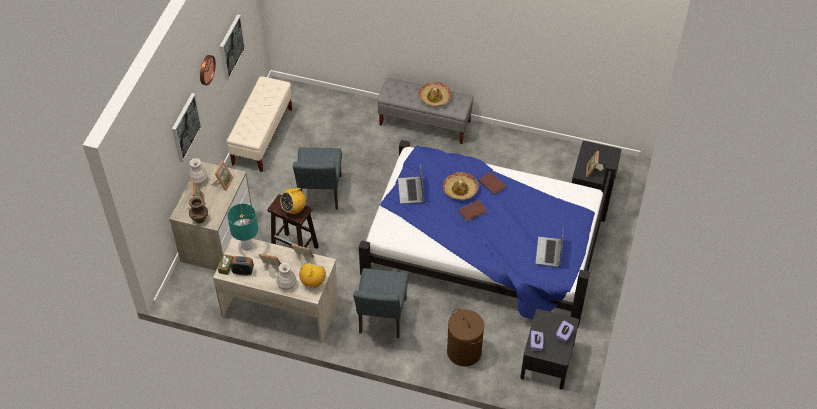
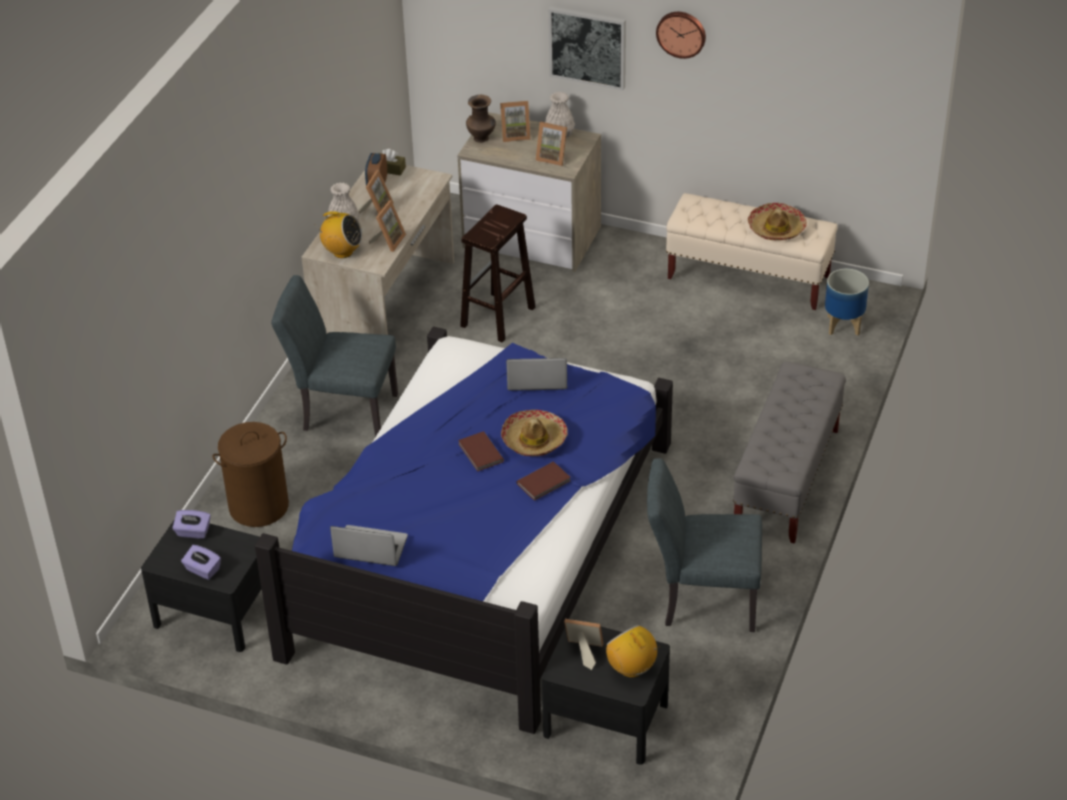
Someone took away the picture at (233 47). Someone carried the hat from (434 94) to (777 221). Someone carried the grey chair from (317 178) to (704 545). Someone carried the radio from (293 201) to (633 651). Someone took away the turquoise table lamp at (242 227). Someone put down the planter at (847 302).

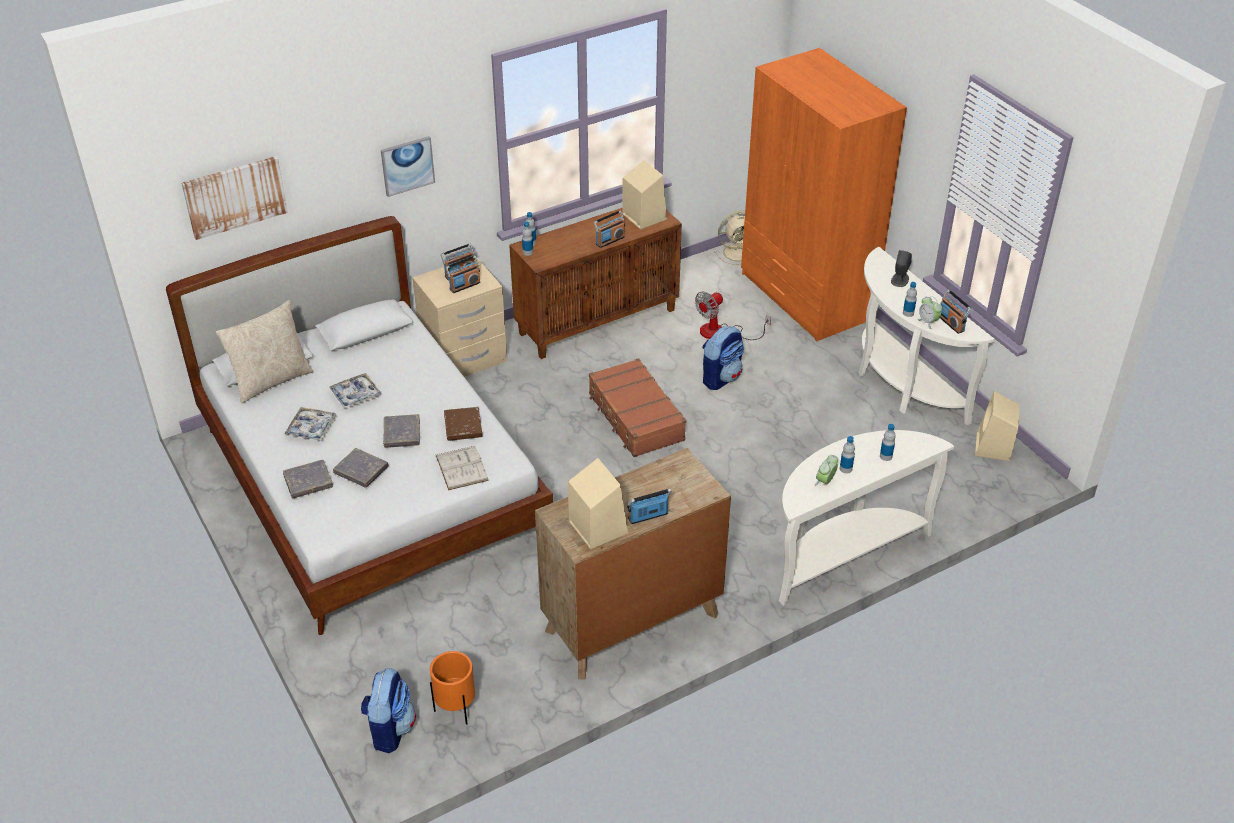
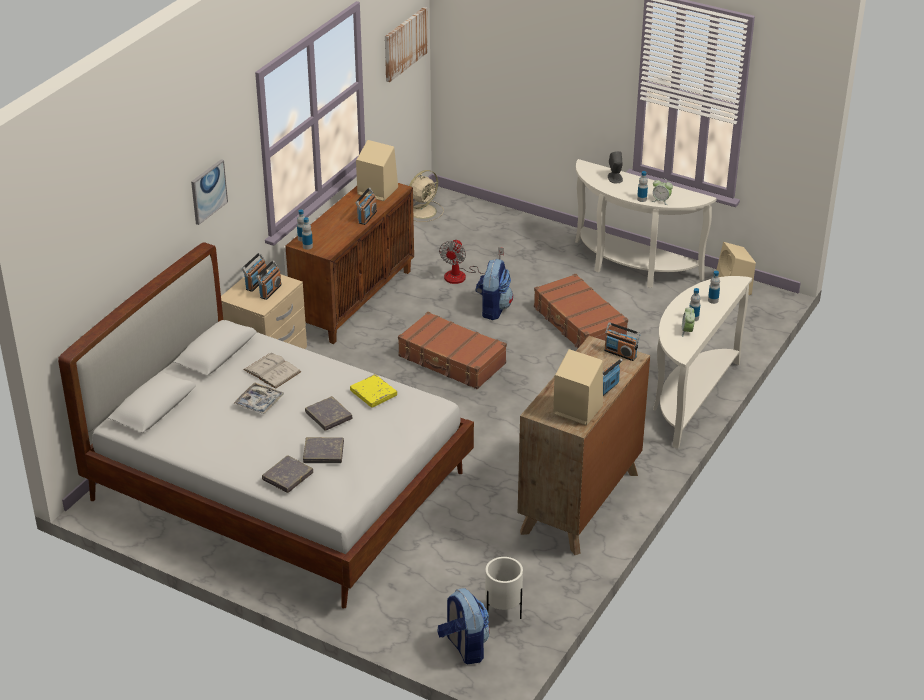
Someone took away the orange wardrobe at (824 195). Someone carried the picture from (234 198) to (406 44). Someone carried the radio from (956 312) to (622 341). Someone took away the beige pillow at (265 351). Someone took away the tray at (311 424). Someone repainted the brown book at (463 424), which became the yellow book at (373 391). Someone carried the white book from (462 468) to (272 371). Someone repainted the orange planter at (452 688), which became the white planter at (504 588). Someone put down the brown suitcase at (581 311).

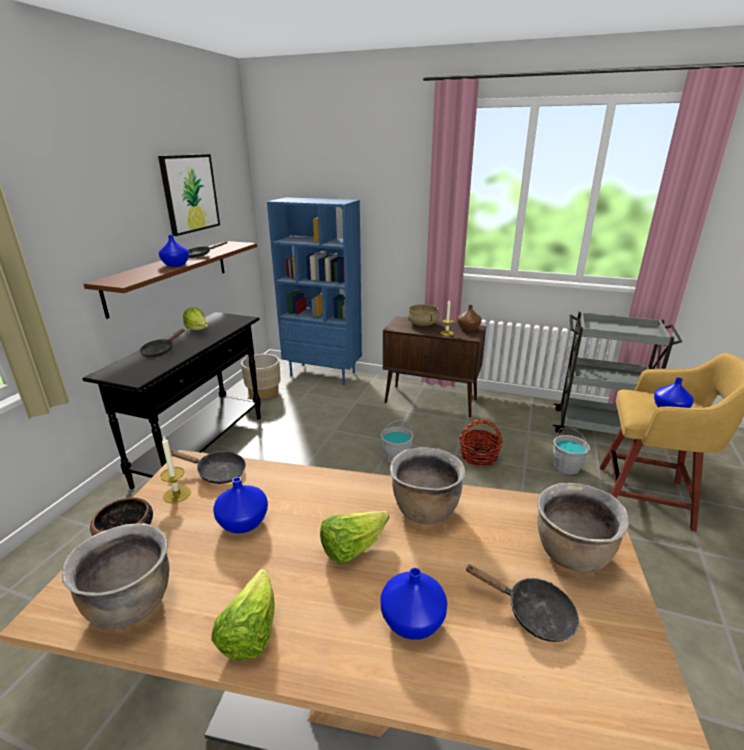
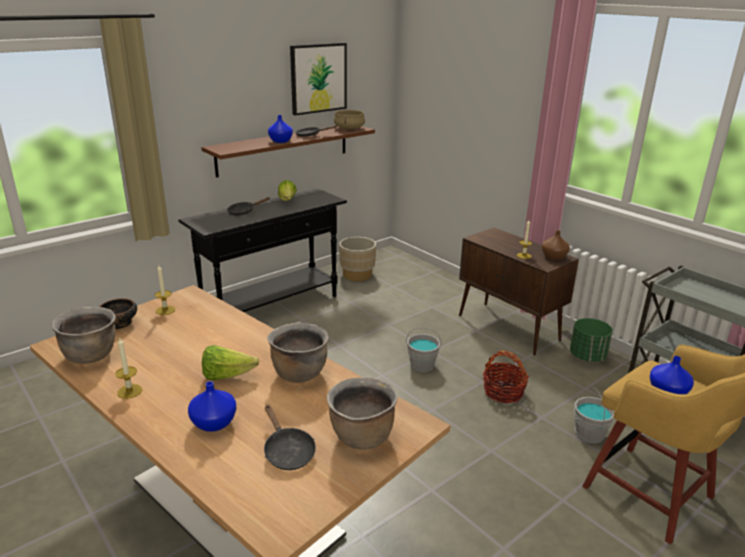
Someone took away the blue bookcase at (314 291). Someone carried the beige cooking pot from (423 315) to (349 120). Someone took away the black frying pan at (208 467). Someone took away the blue vase at (240 505). Someone swapped the lettuce at (243 614) for the candle at (128 368). Someone put down the green planter at (591 340).

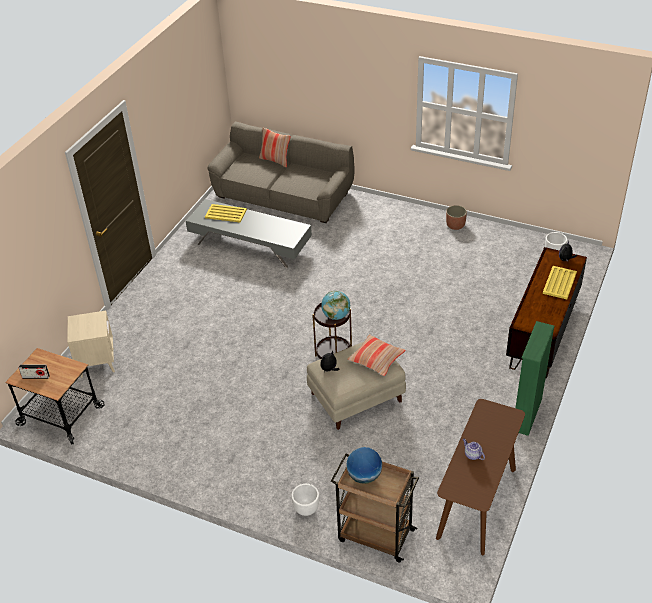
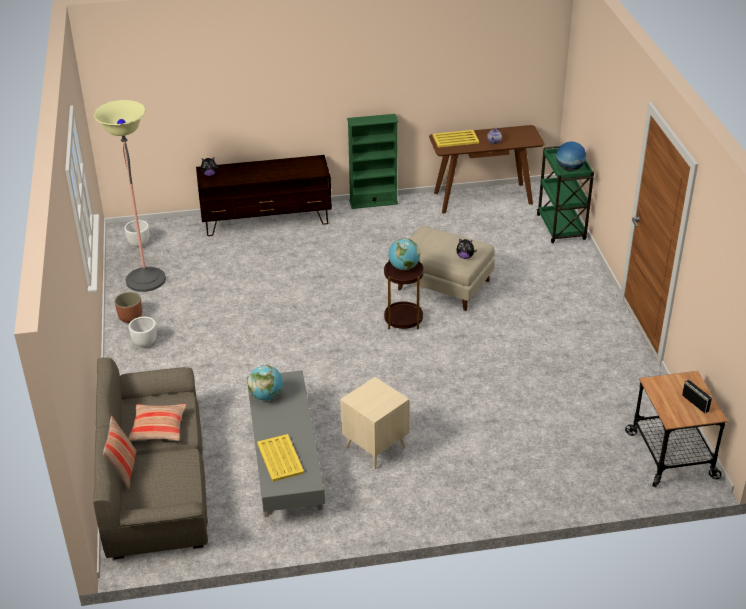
Someone carried the yellow tray from (560 282) to (456 139). Someone carried the beige side table from (91 344) to (374 423). Someone carried the pillow from (376 355) to (157 422). Someone repainted the brown cart at (375 508), which became the green cart at (565 194). Someone carried the white planter from (305 500) to (143 332). Someone put down the floor lamp at (129 196). Someone put down the globe at (265 383).

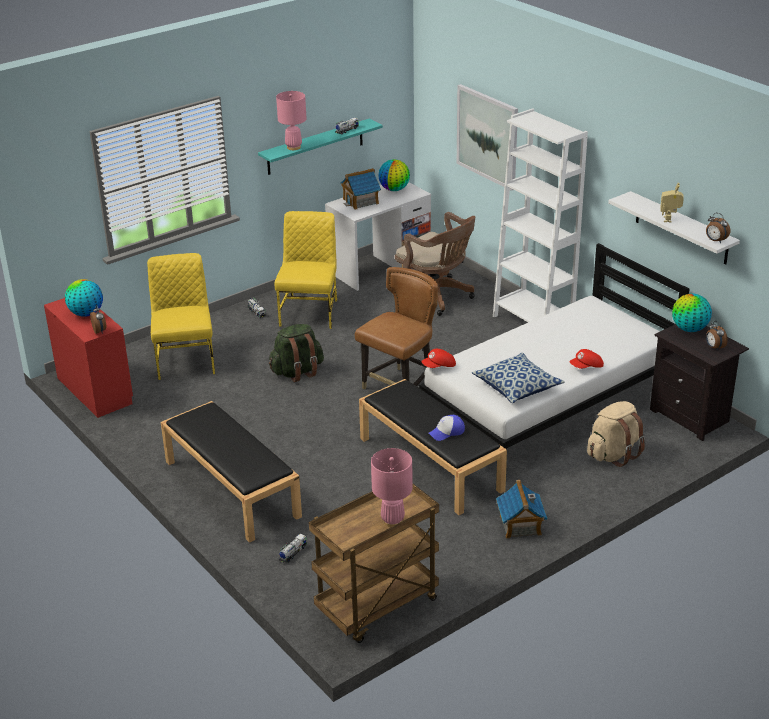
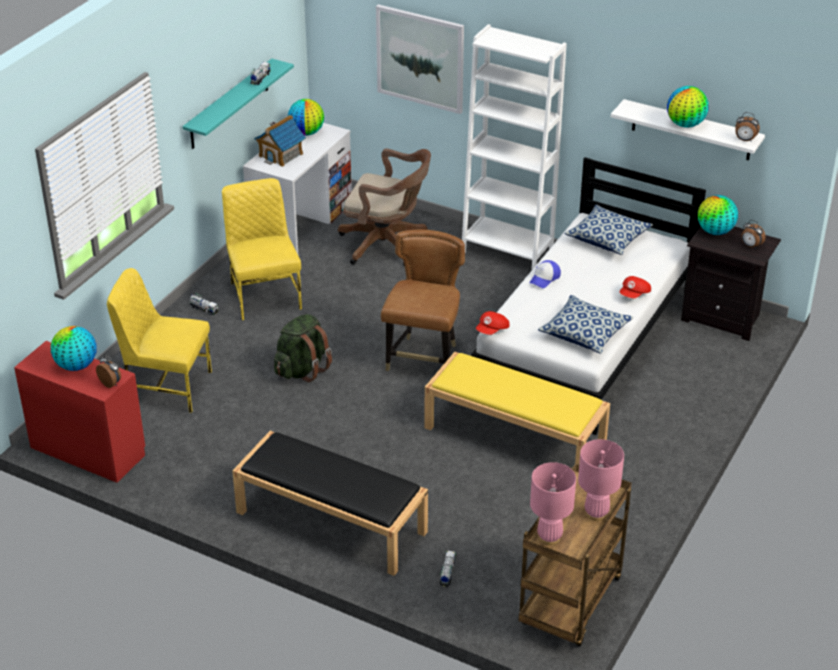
Someone carried the pink table lamp from (291 120) to (553 503). Someone swapped the toy robot at (672 203) for the globe at (688 107). Someone rotated the yellow chair at (181 316) by 45 degrees counterclockwise. Someone repainted the black bench at (433 447), which became the yellow bench at (517 408). Someone took away the beige backpack at (616 434). Someone carried the cap from (447 428) to (545 274). Someone took away the toy house at (522 509). Someone put down the pillow at (608 230).

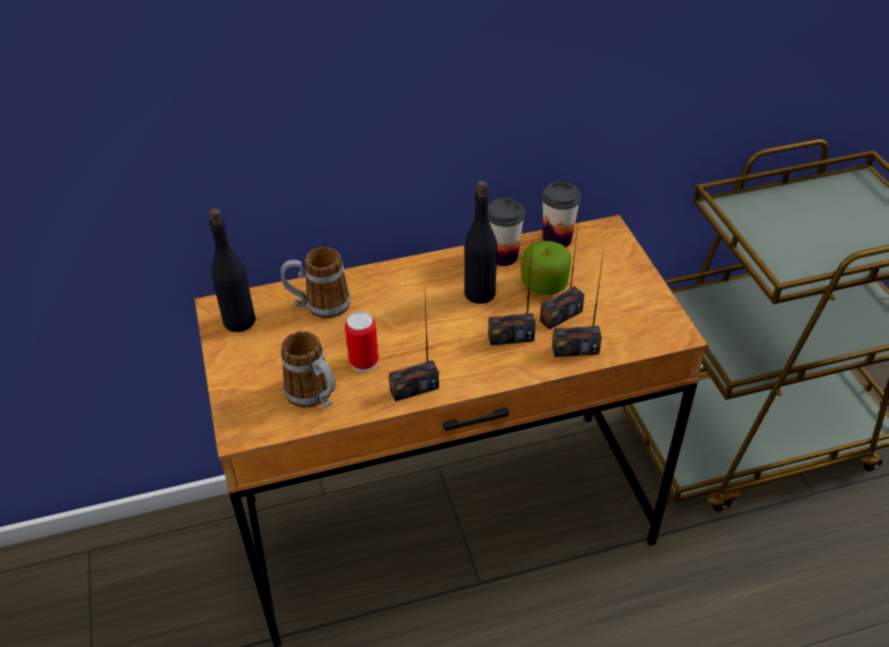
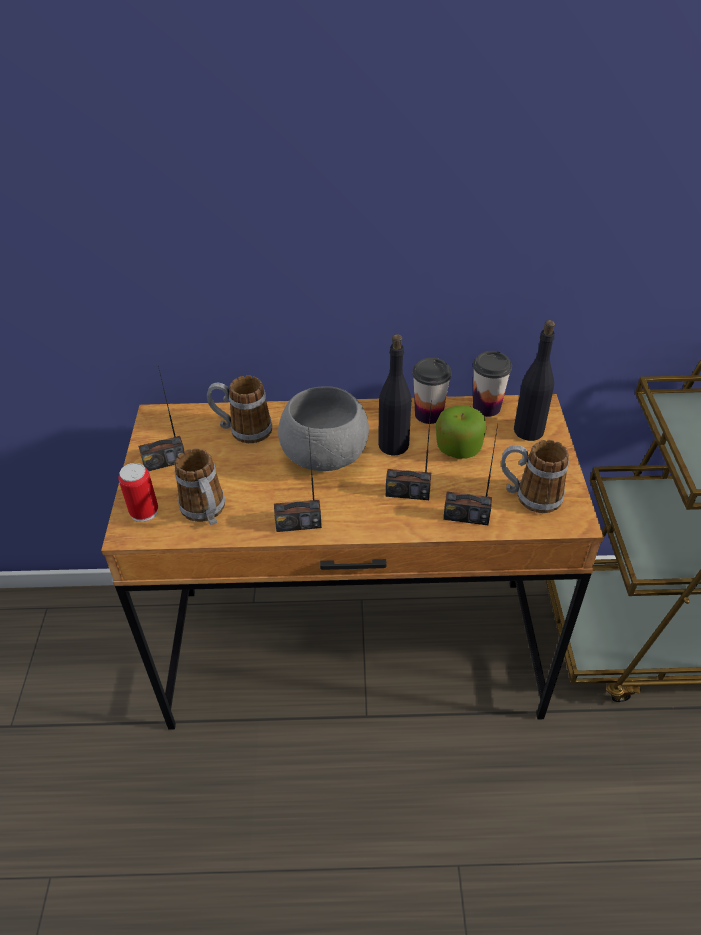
Someone carried the black bottle from (232 270) to (534 380). Someone carried the radio from (562 272) to (161 418). Someone carried the can from (362 341) to (138 492). Someone put down the grey bowl at (323 428). Someone put down the mug at (535 476).

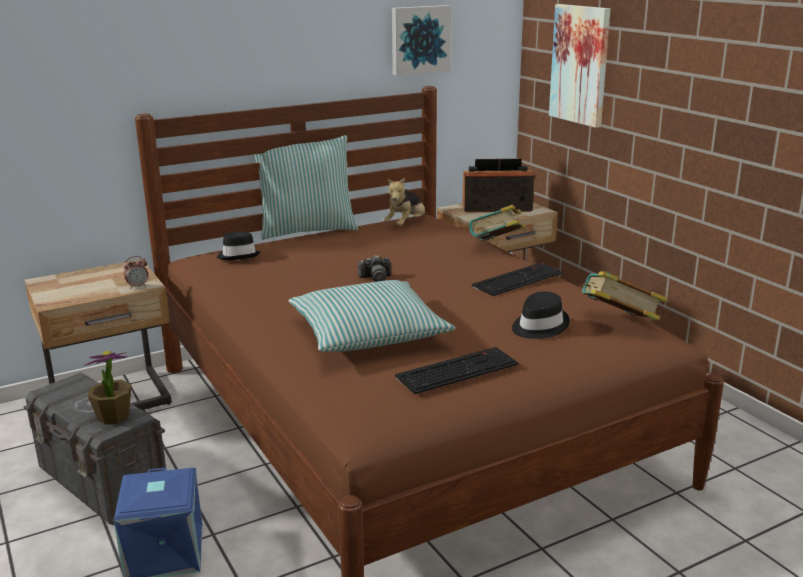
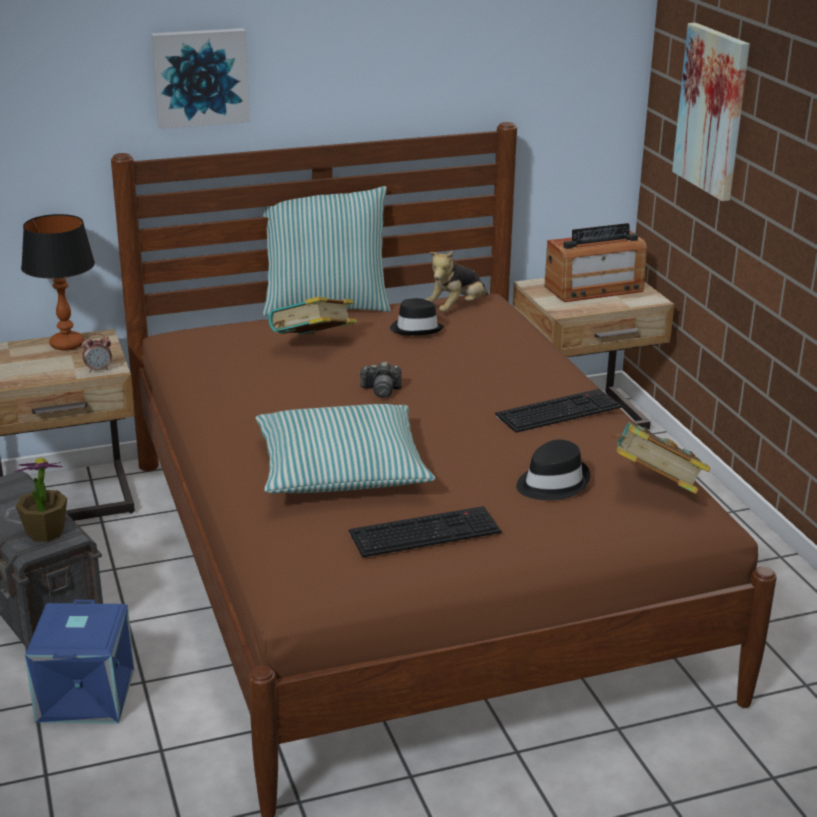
Someone carried the picture from (421 40) to (200 78). Someone rotated the radio at (499 185) by 150 degrees clockwise. Someone carried the book from (497 223) to (313 315). Someone carried the black hat from (238 245) to (417 316). Someone put down the table lamp at (58 282).

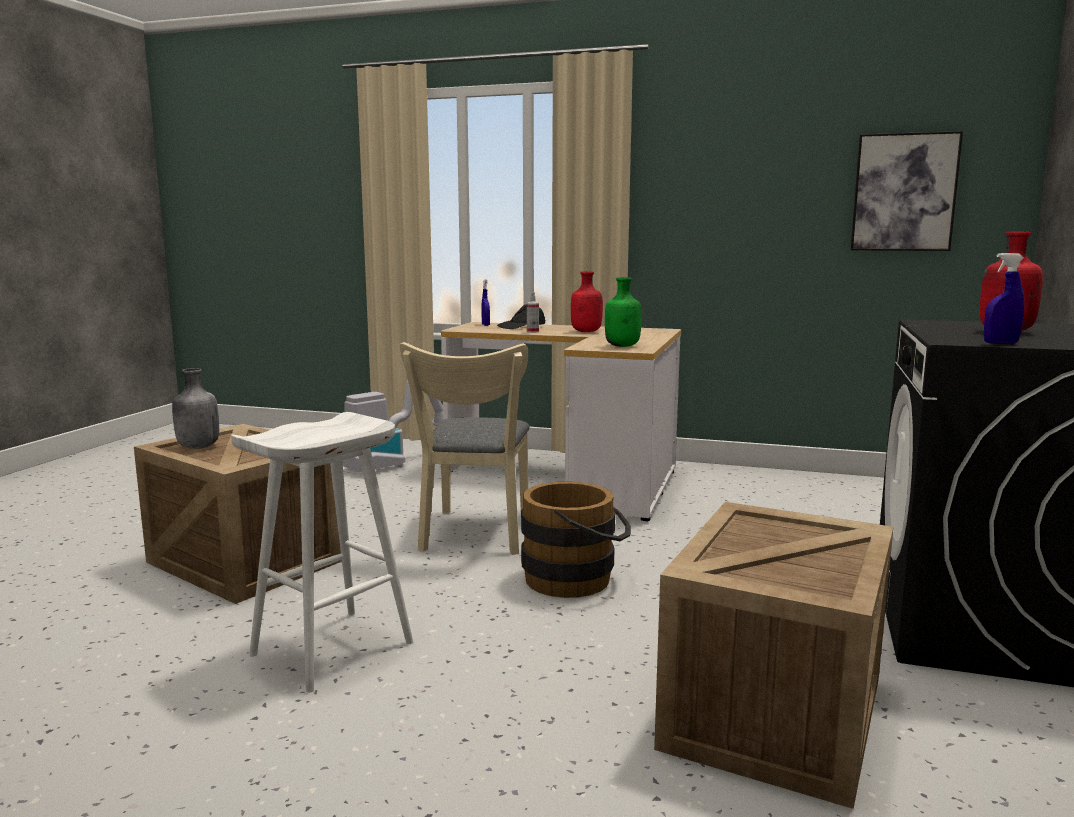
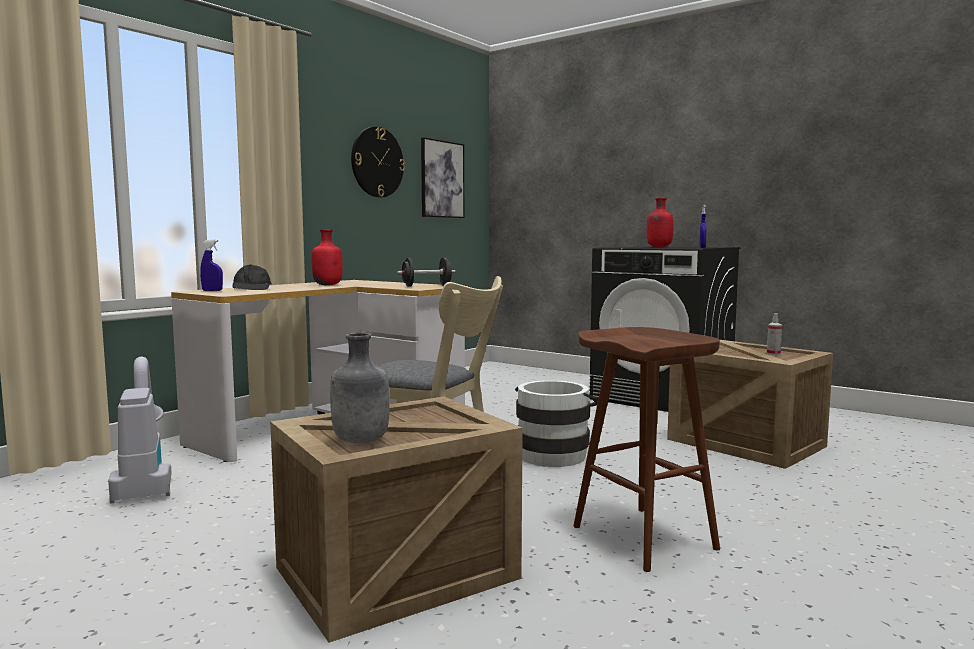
Someone swapped the green bottle at (623 312) for the black dumbbell at (426 272). Someone carried the spray bottle from (533 312) to (774 334). Someone repainted the white stool at (322 552), which became the brown stool at (646 449). Someone repainted the brown bucket at (576 540), which became the white bucket at (556 423). Someone put up the wall clock at (378 162).

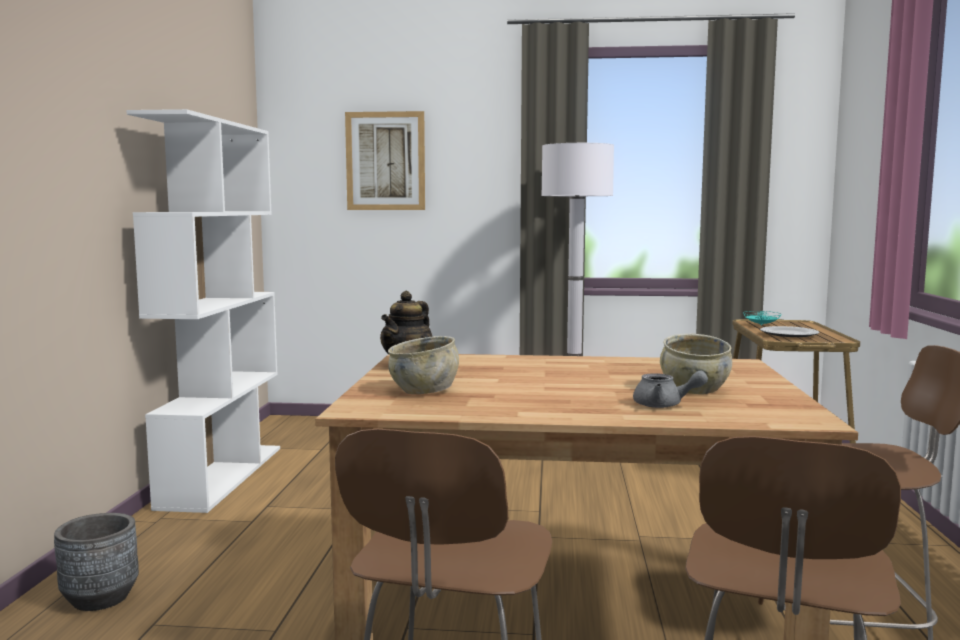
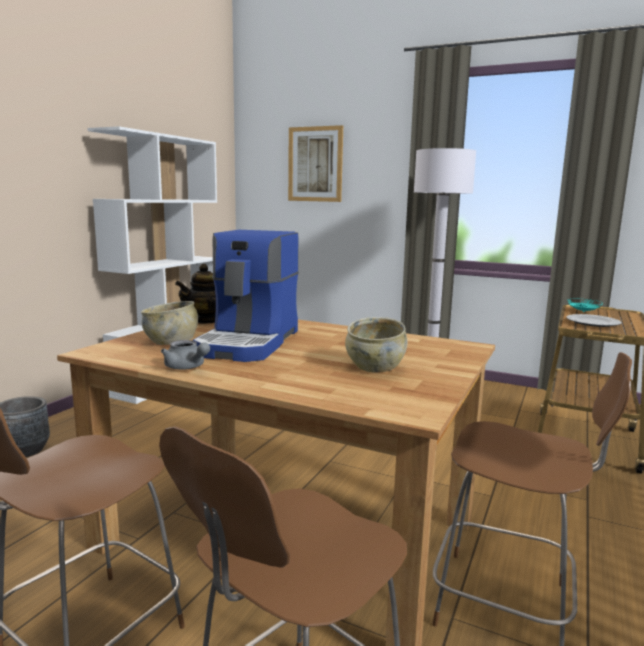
Someone carried the grey teapot from (670 389) to (185 355). Someone put down the coffee machine at (246 296).

